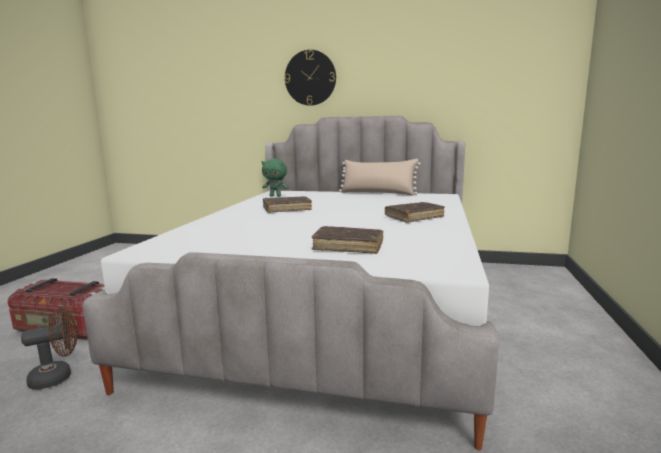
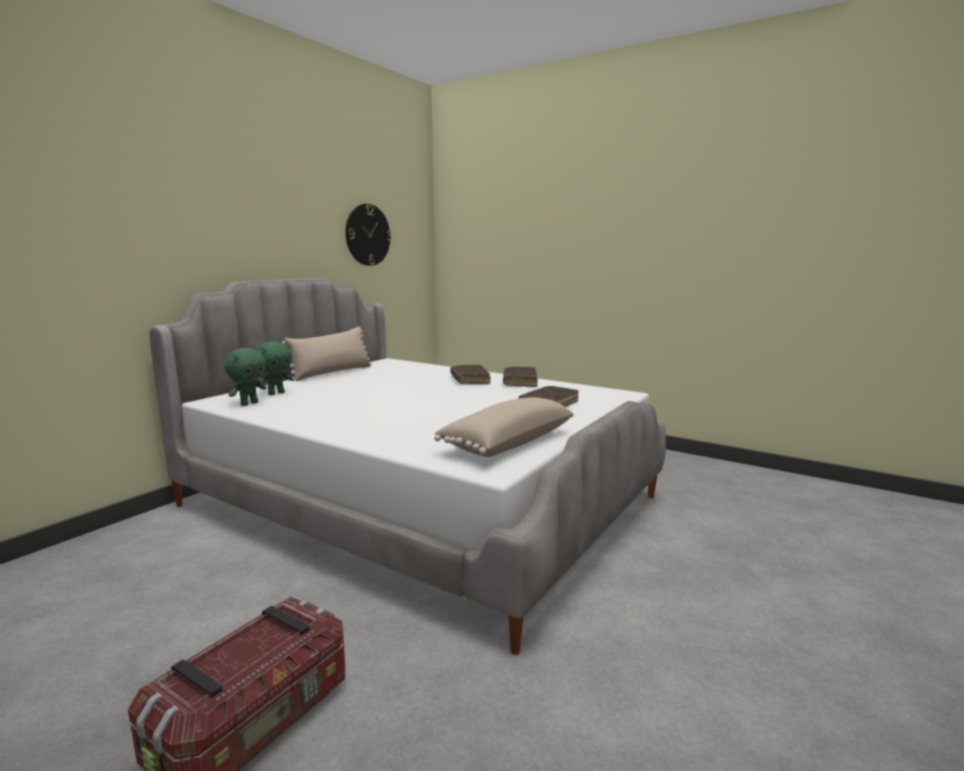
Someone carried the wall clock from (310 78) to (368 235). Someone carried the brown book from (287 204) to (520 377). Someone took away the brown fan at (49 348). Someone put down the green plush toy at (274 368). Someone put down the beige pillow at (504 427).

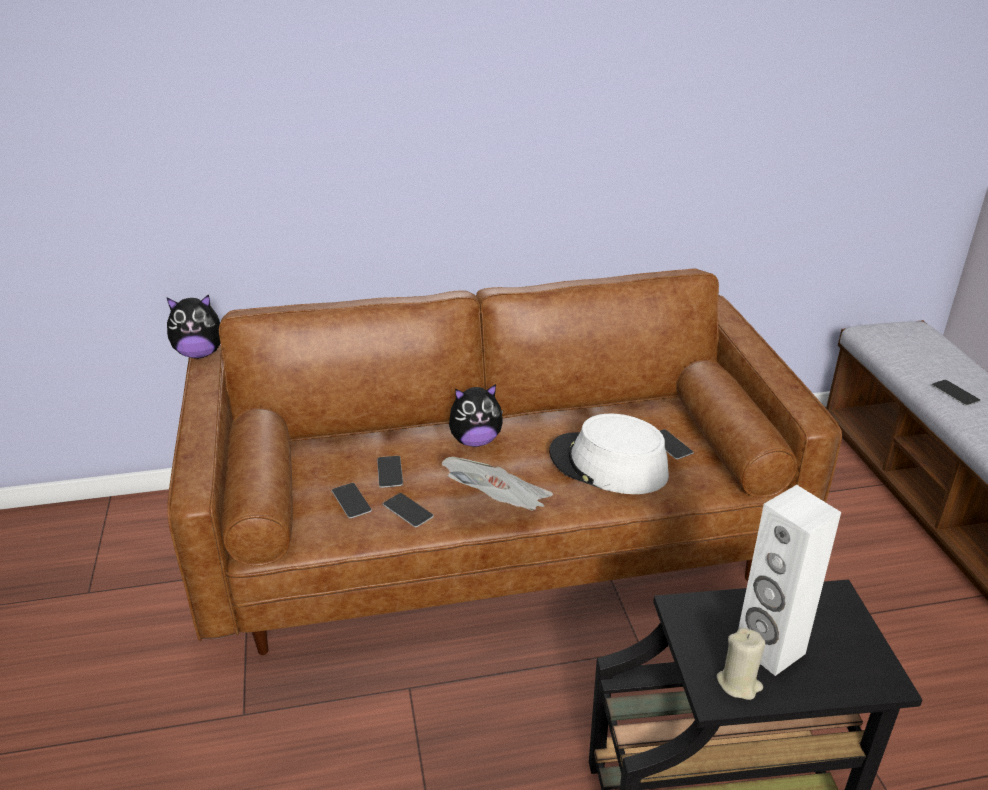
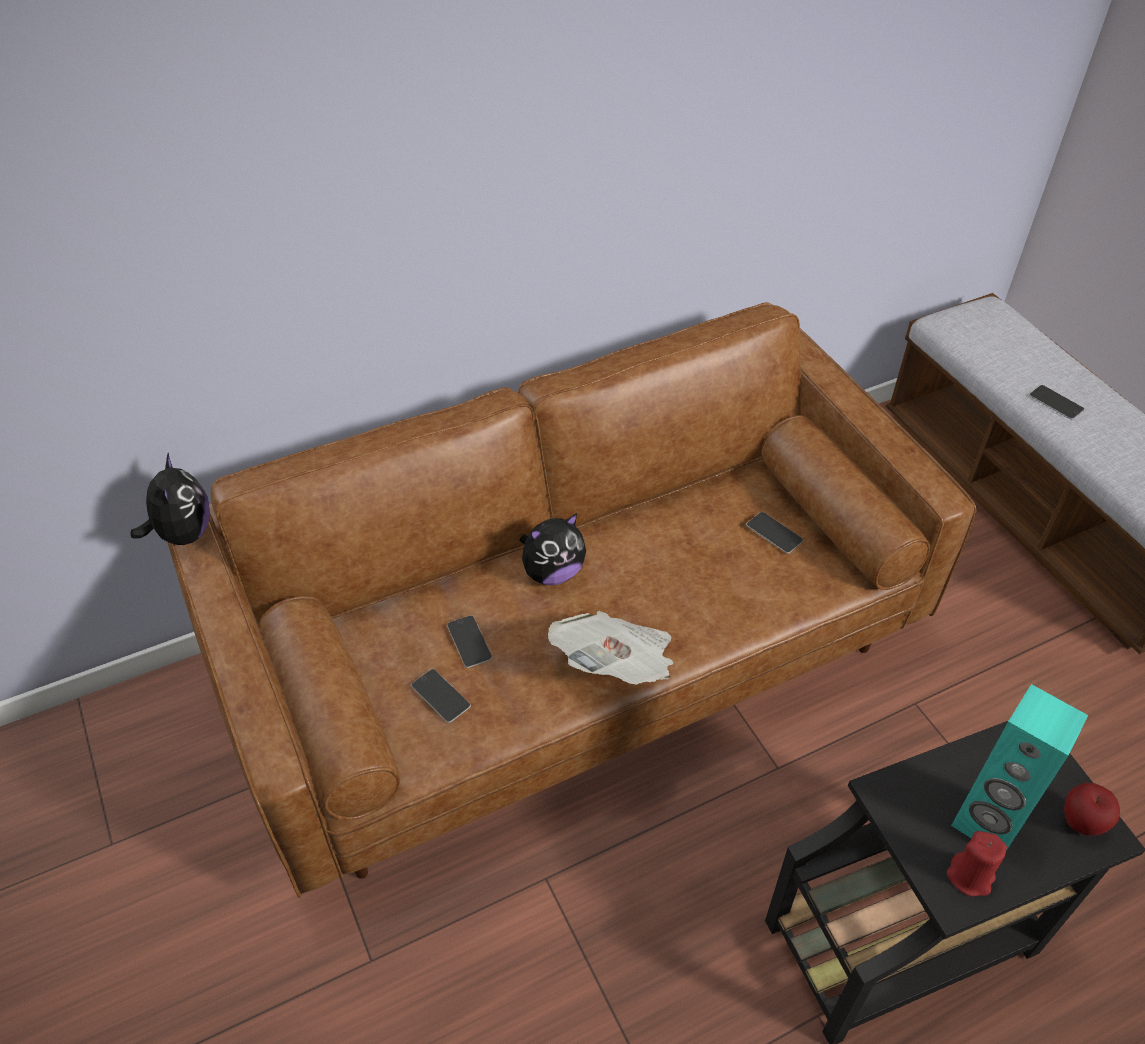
Someone rotated the plush toy at (193 326) by 75 degrees counterclockwise. Someone took away the white hat at (609 454). Someone repainted the white speaker at (789 580), which became the turquoise speaker at (1019 767). Someone took away the phone at (408 510). Someone repainted the beige candle at (741 664), which became the red candle at (977 863). Someone put down the apple at (1092 809).

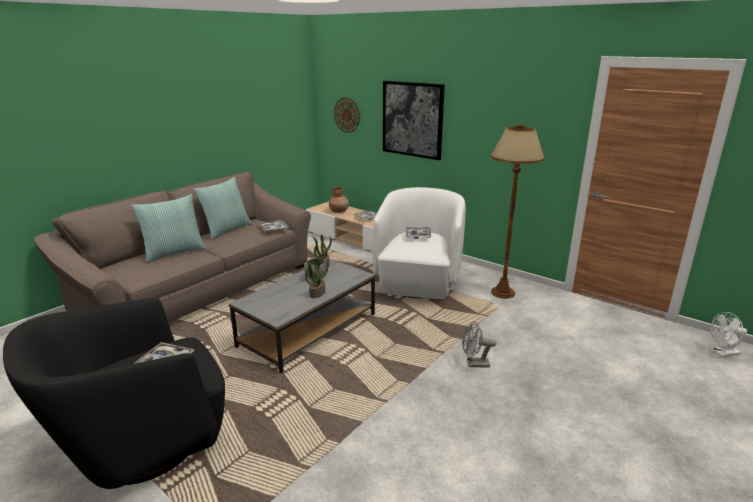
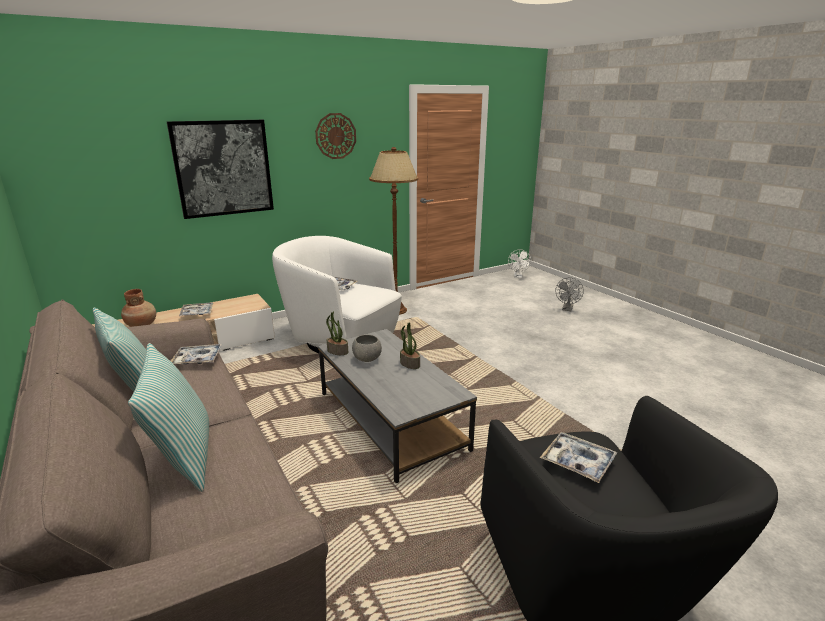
Someone carried the wall clock from (347 115) to (335 136). Someone carried the grey fan from (479 344) to (570 294).

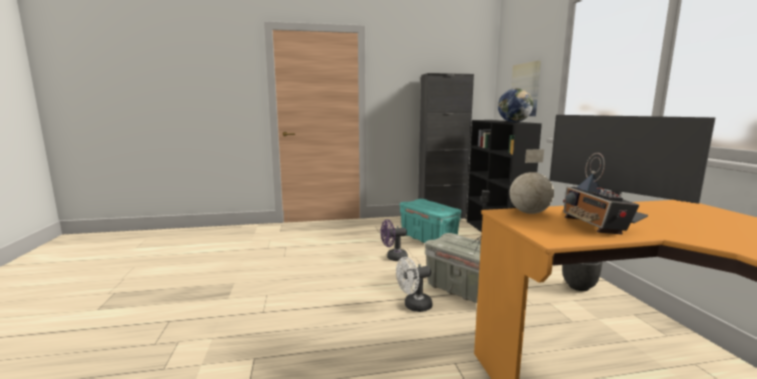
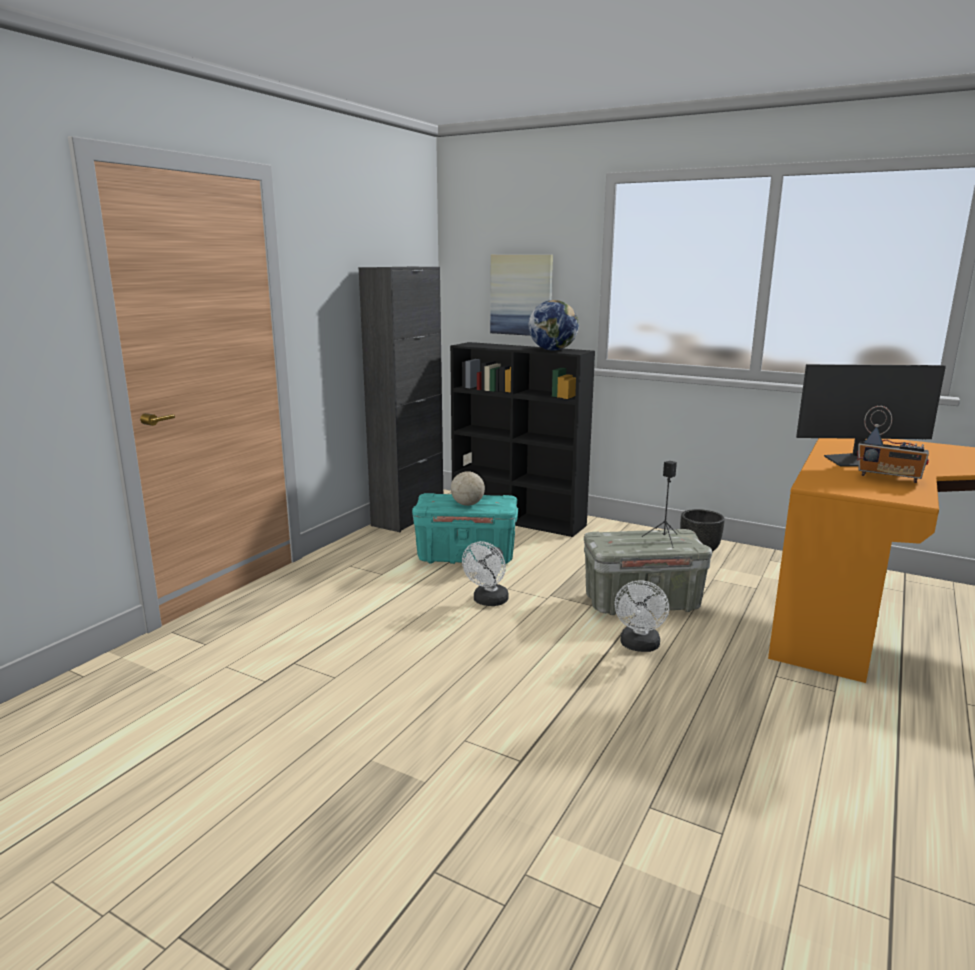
Someone carried the globe from (531 181) to (468 479). Someone repainted the purple fan at (394 240), which became the white fan at (485 573).

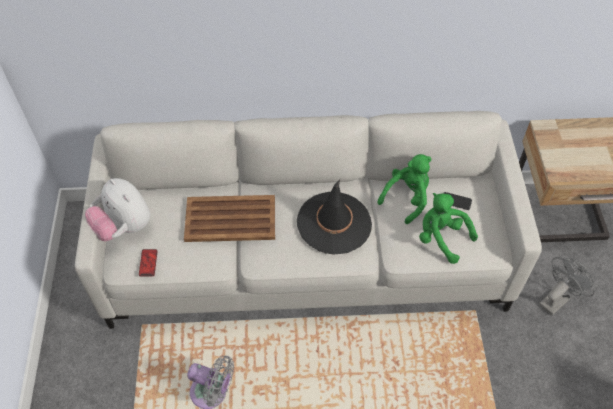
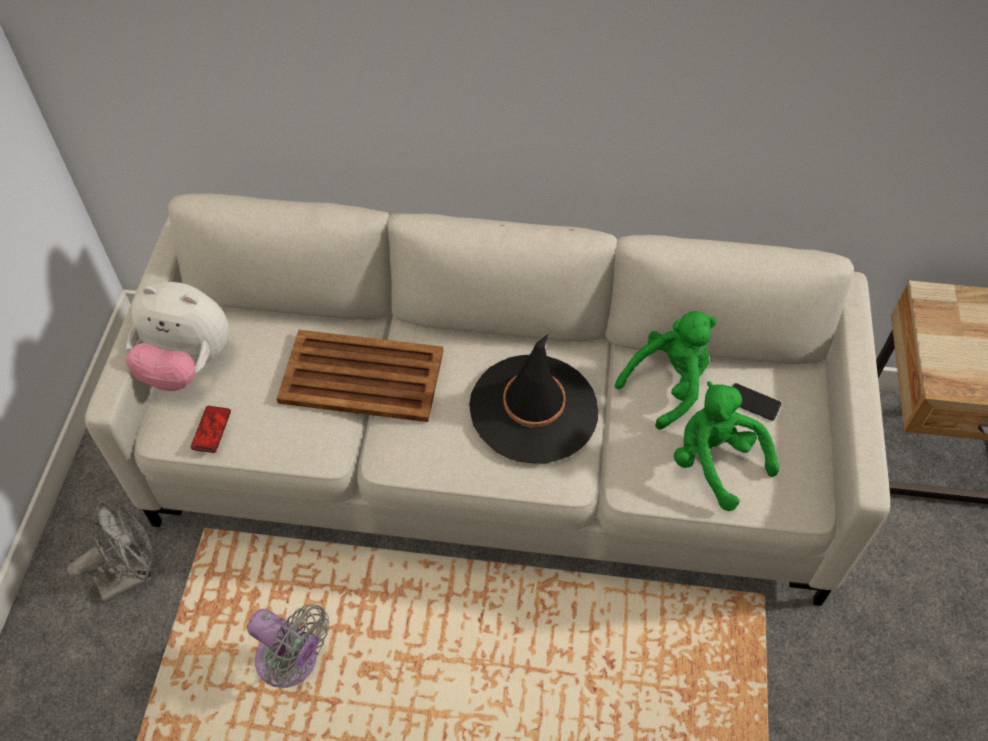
Someone rotated the plush toy at (117 209) by 45 degrees counterclockwise. Someone carried the grey fan from (567 286) to (110 552).

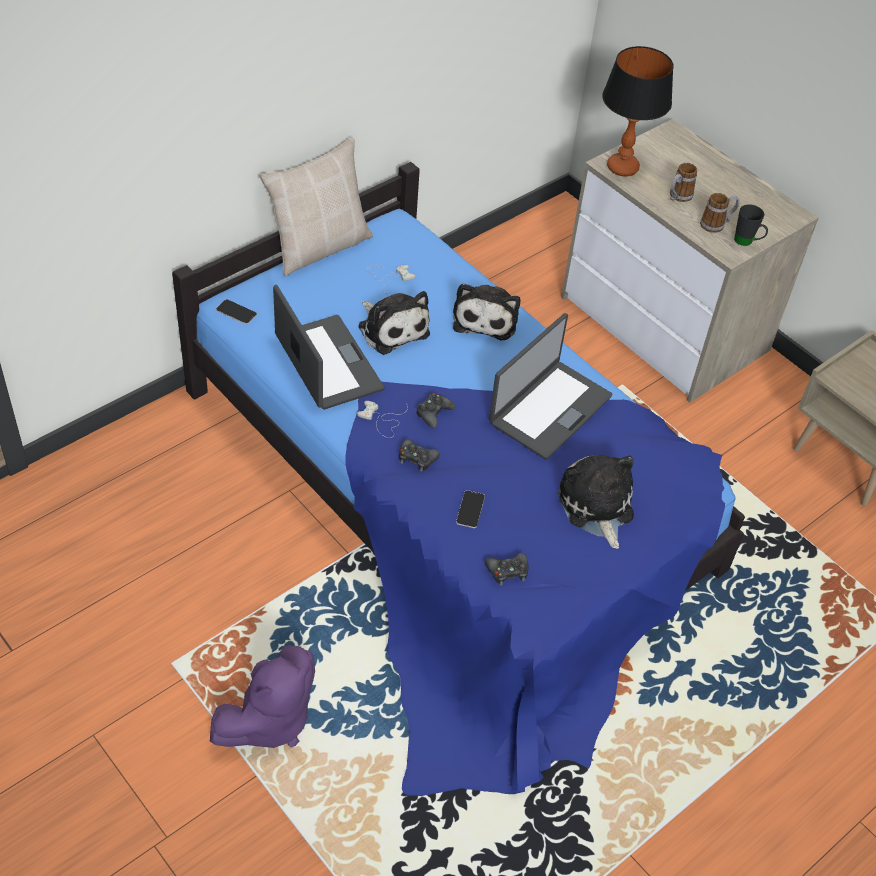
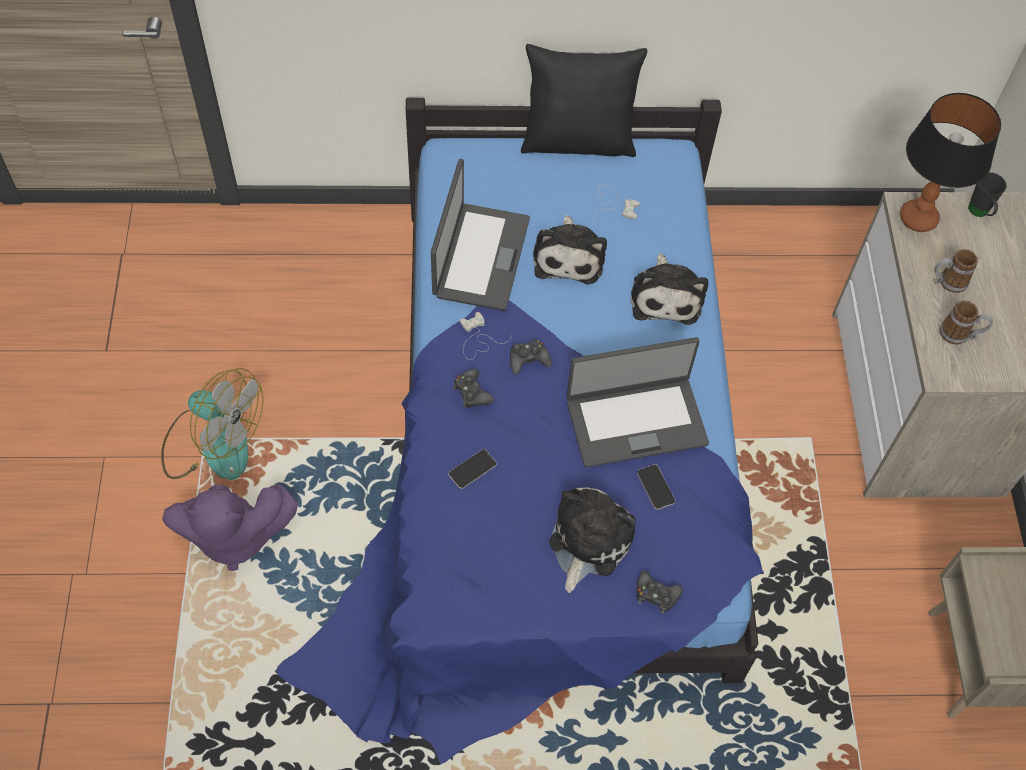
Someone repainted the beige pillow at (316 207), which became the black pillow at (584 100). Someone carried the black mug from (751 225) to (987 194). Someone rotated the plush toy at (486 311) by 45 degrees counterclockwise. Someone carried the phone from (236 311) to (656 487). Someone carried the black game controller from (506 569) to (659 592). Someone put down the fan at (212 424).

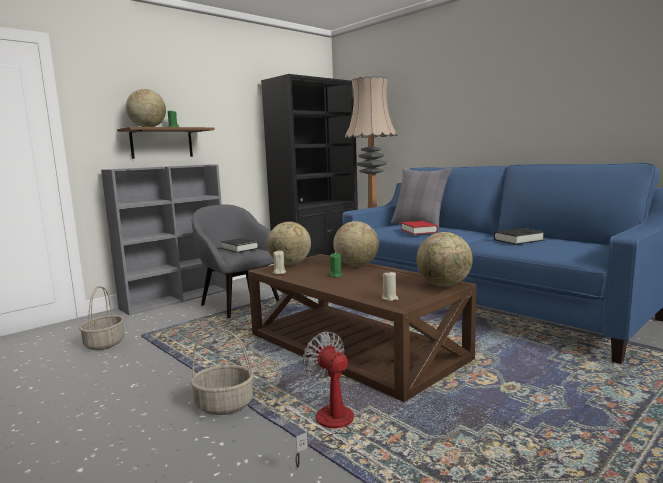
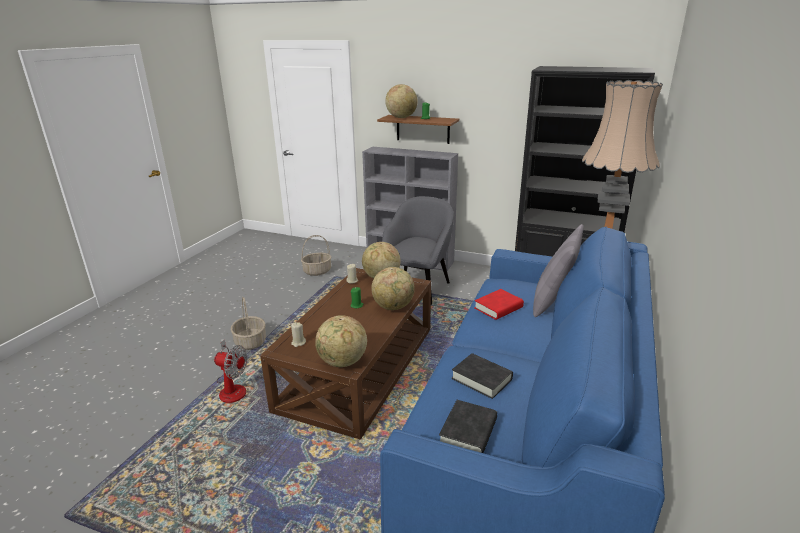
Someone carried the black book from (240 245) to (468 426). Someone rotated the fan at (324 399) by 75 degrees clockwise.

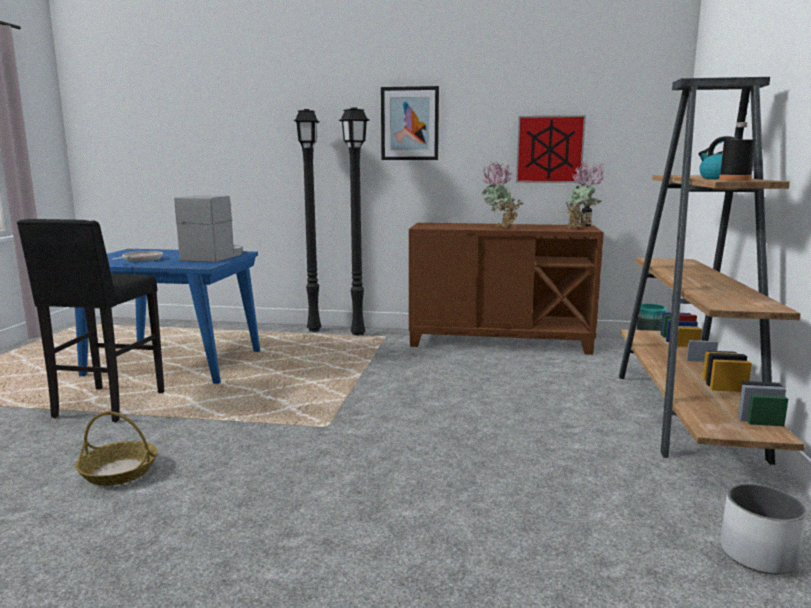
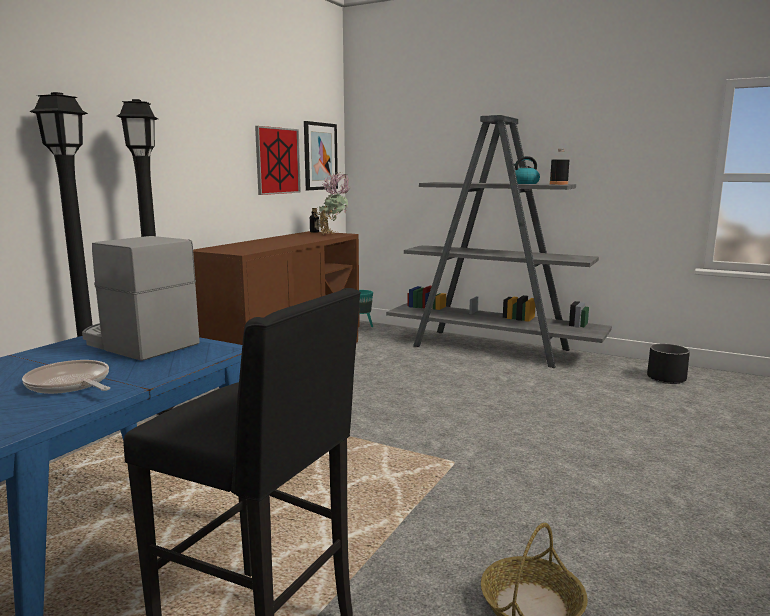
Someone repainted the brown bookcase at (711 271), which became the grey bookcase at (499 241). Someone carried the picture from (410 123) to (321 155). Someone took away the potted plant at (502 194). Someone repainted the white planter at (763 529), which became the black planter at (668 364).

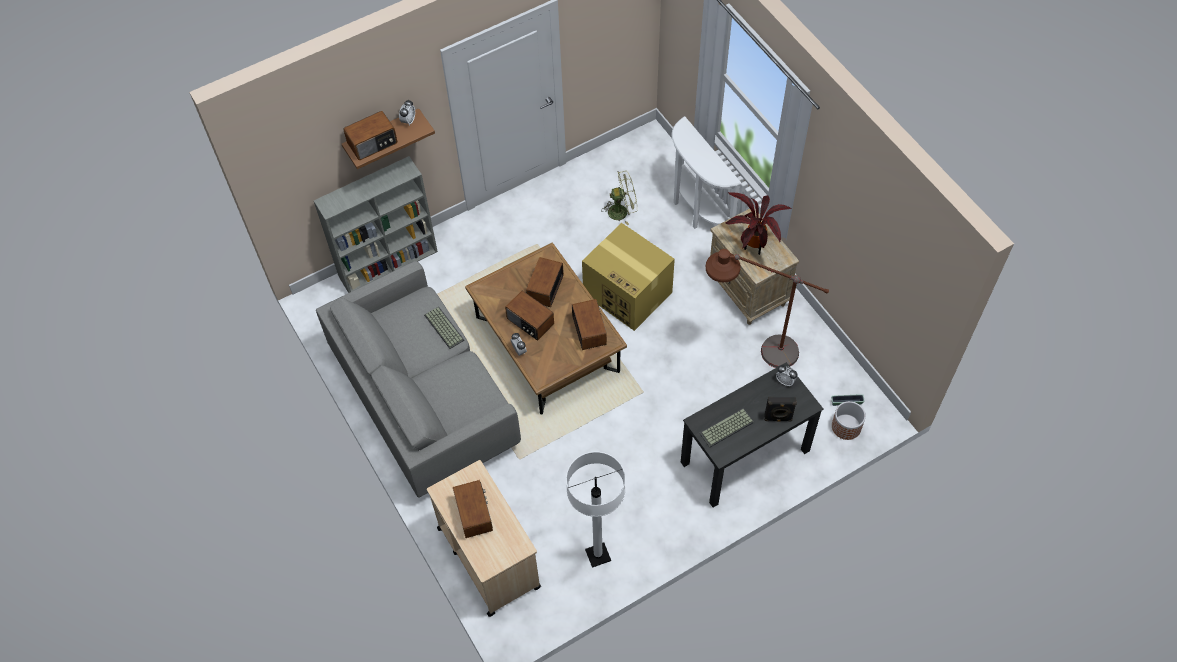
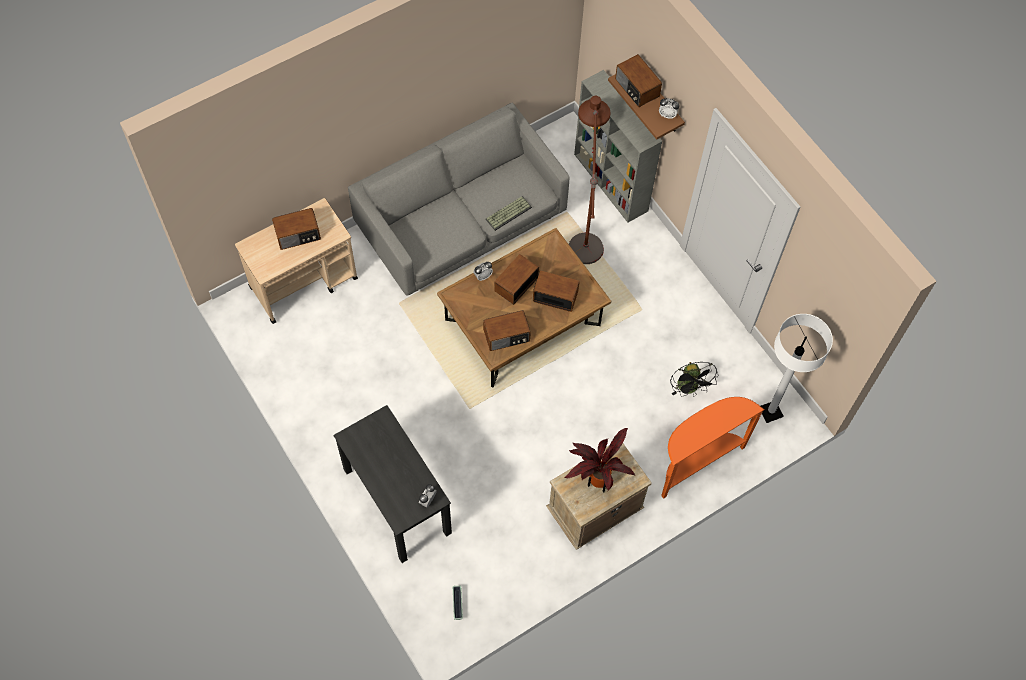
Someone repainted the white console table at (706 172), which became the orange console table at (712 448). Someone repainted the green fan at (619 198), which became the black fan at (694 379). Someone took away the cardboard box at (628 277). Someone carried the brown floor lamp from (767 308) to (589 180). Someone took away the black speaker at (780 409). Someone took away the planter at (849 420). Someone took away the keyboard at (726 428). Someone carried the white floor lamp from (595 510) to (797 368).

